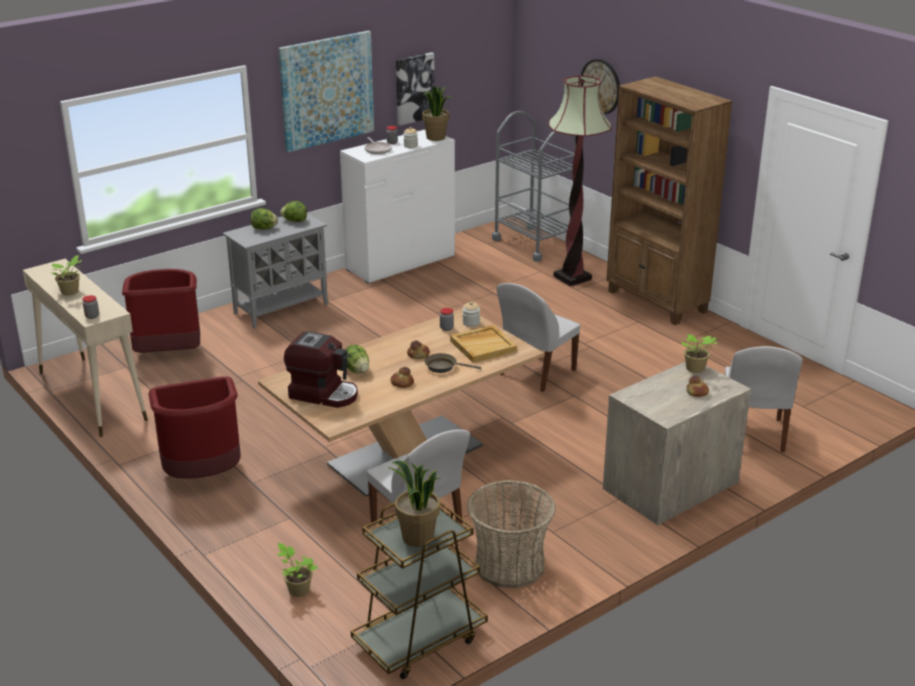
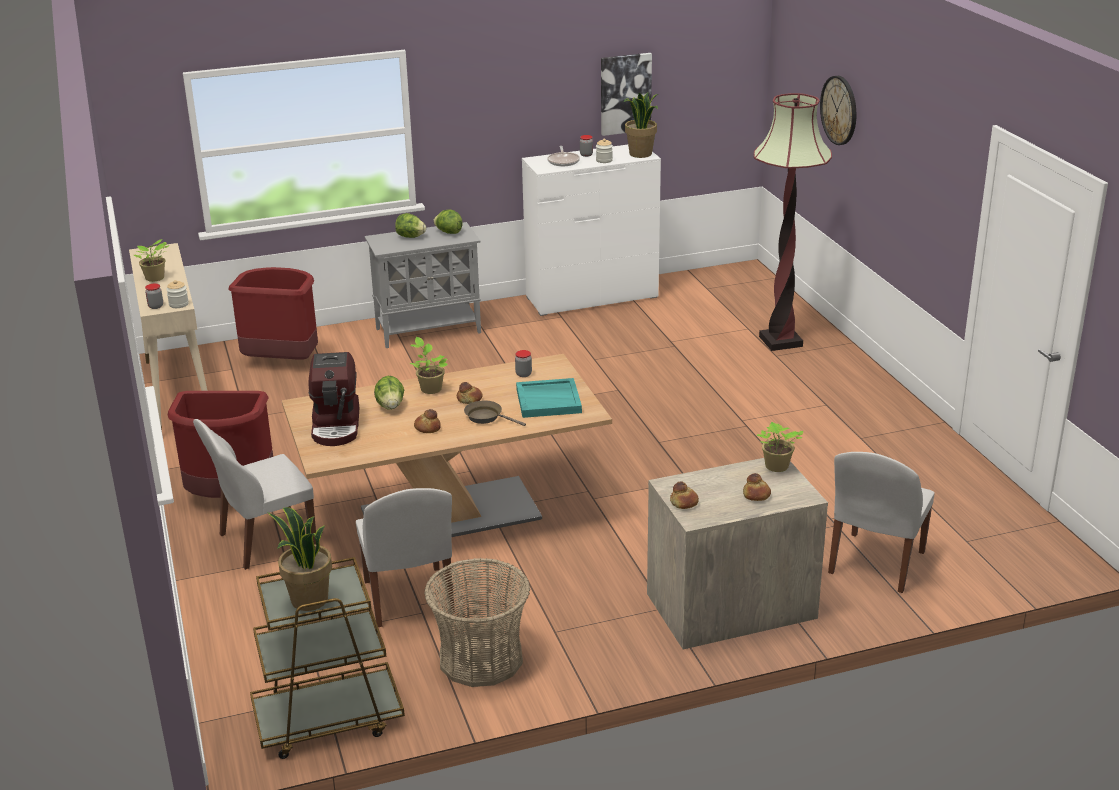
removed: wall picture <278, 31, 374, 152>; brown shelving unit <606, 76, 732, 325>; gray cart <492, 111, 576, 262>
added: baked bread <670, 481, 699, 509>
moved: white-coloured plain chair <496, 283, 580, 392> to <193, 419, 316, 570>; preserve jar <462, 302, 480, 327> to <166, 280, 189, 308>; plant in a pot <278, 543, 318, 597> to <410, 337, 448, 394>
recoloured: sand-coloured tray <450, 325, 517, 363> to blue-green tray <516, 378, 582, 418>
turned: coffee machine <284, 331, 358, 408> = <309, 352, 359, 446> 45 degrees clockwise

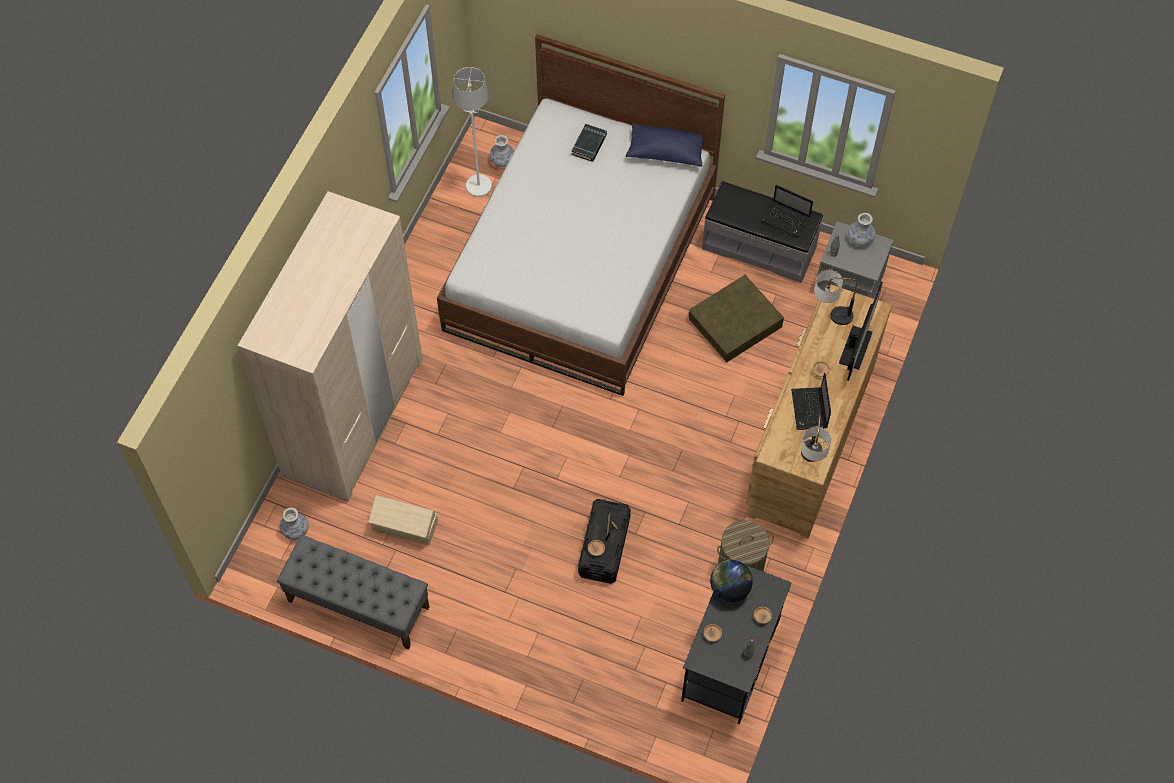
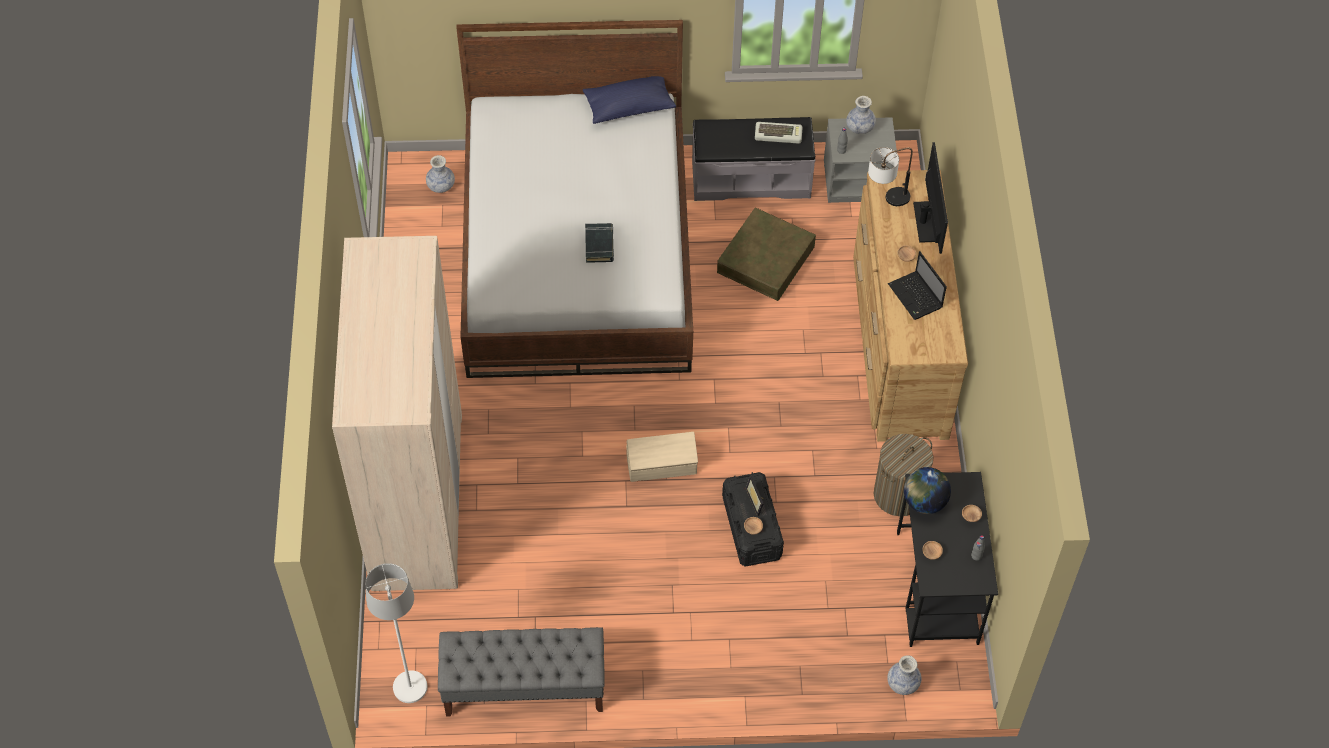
removed: lamp for a table <801, 413, 831, 462>
moved: white-coloured floor lamp <453, 67, 492, 197> to <365, 563, 427, 703>; black-coloured book <572, 124, 607, 162> to <585, 223, 614, 263>; sand-coloured storage bin <369, 495, 438, 545> to <626, 432, 698, 482>; flower vase <280, 507, 309, 540> to <887, 655, 921, 695>
replaced: portable computer <761, 185, 813, 237> to computer keyboard <755, 122, 803, 144>

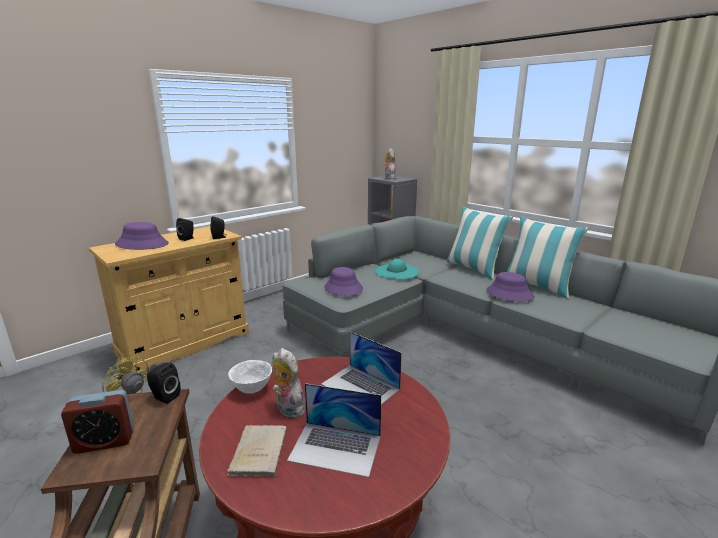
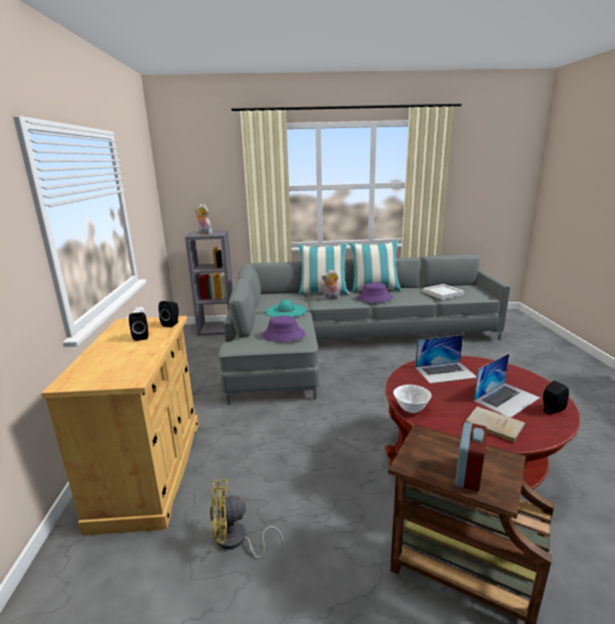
removed: purple-coloured clothing hat <115, 222, 169, 250>
added: white-coloured tray <422, 284, 464, 300>
moved: cuddly toy <273, 348, 305, 418> to <322, 269, 340, 300>; black-coloured loudspeaker <147, 363, 181, 404> to <543, 381, 569, 414>

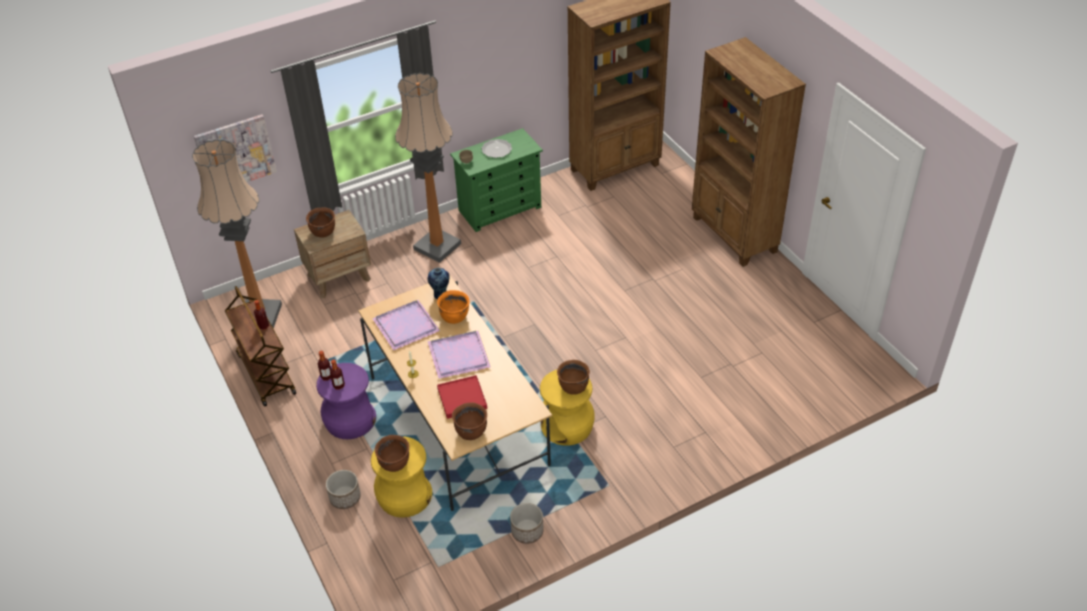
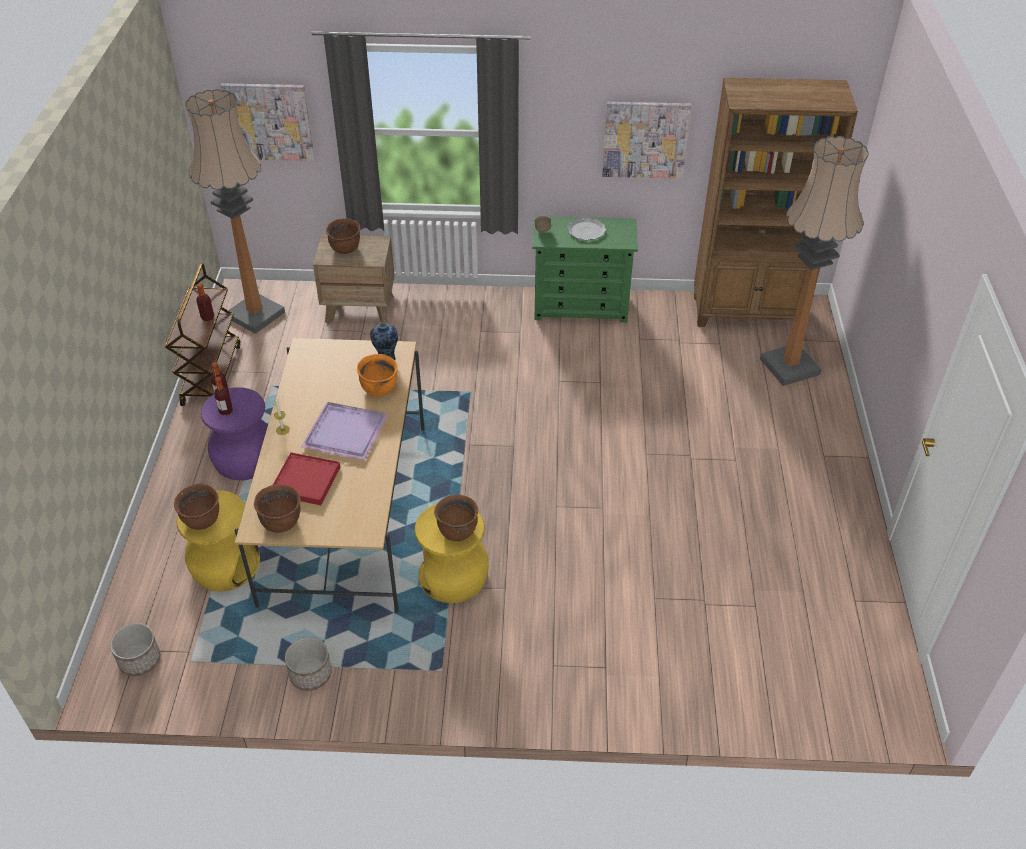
removed: brown shelving unit <692, 37, 806, 267>; purple-coloured tray <372, 300, 441, 350>
added: wall picture <602, 102, 691, 179>
moved: floor lamp <395, 73, 461, 263> to <760, 136, 869, 386>; flower pot <326, 470, 361, 509> to <110, 623, 161, 676>

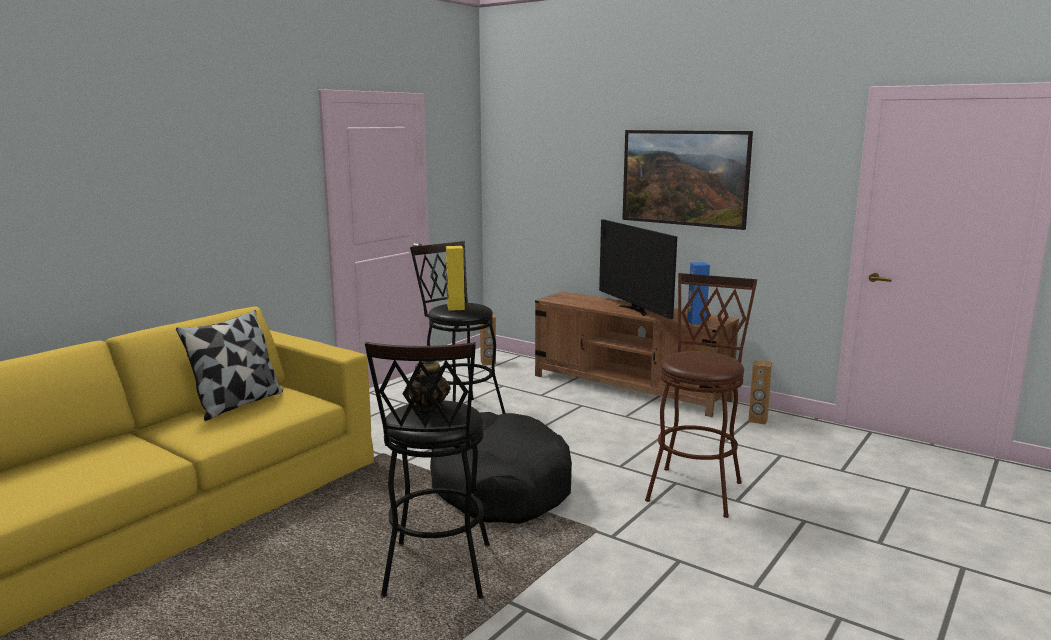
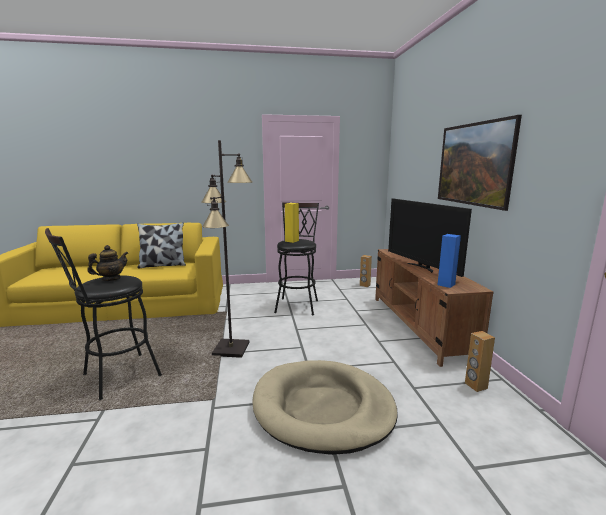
replaced: brown stool seat <645, 273, 757, 518> to sand-coloured dog cushion <252, 360, 398, 455>; black-coloured dog cushion <430, 412, 572, 523> to black-coloured floor lamp <201, 140, 252, 358>
turned: TV <599, 219, 677, 319> = <388, 198, 472, 277> 45 degrees counterclockwise

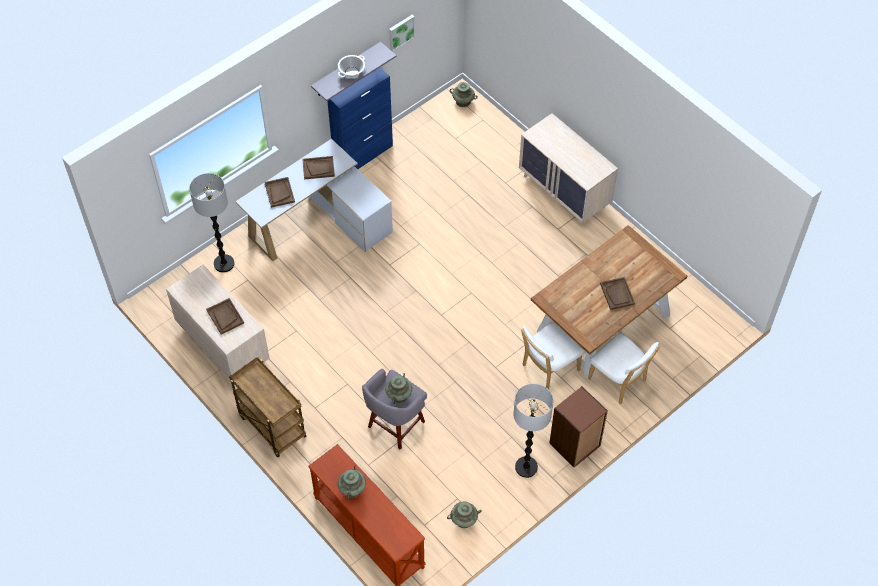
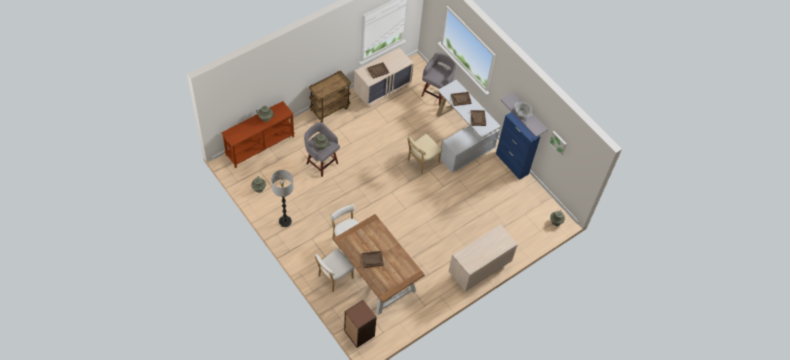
added: sand-coloured plain chair <407, 134, 442, 174>
moved: brown shelving unit <549, 386, 608, 468> to <344, 300, 377, 348>
replaced: floor lamp <189, 173, 234, 273> to gray stool seat <422, 53, 456, 105>

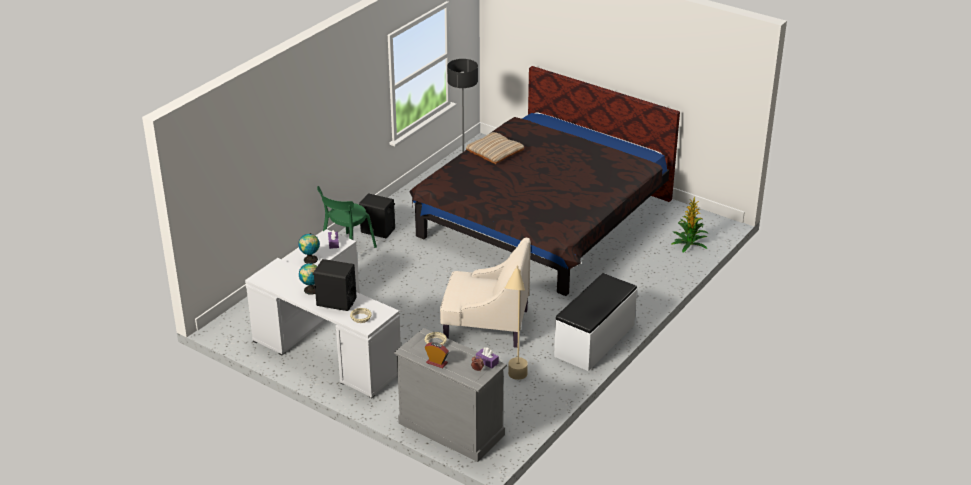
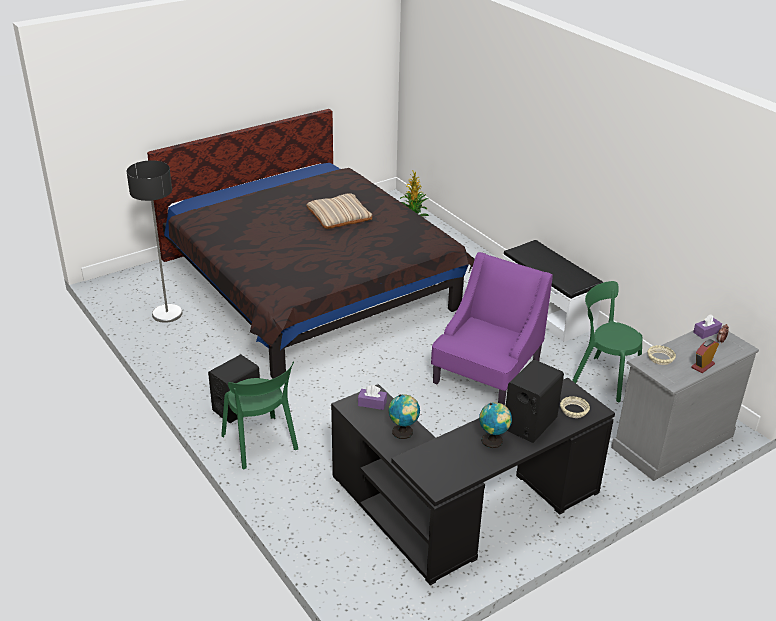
moved: sand-coloured throw pillow <466, 132, 524, 164> to <306, 193, 373, 229>
replaced: sand-coloured floor lamp <505, 266, 528, 380> to green plain chair <572, 281, 642, 402>
recoloured: white-coloured desk <245, 229, 401, 399> to black-coloured desk <331, 378, 615, 585>; sand-coloured lounge chair <440, 238, 531, 348> to purple-coloured lounge chair <431, 252, 553, 405>

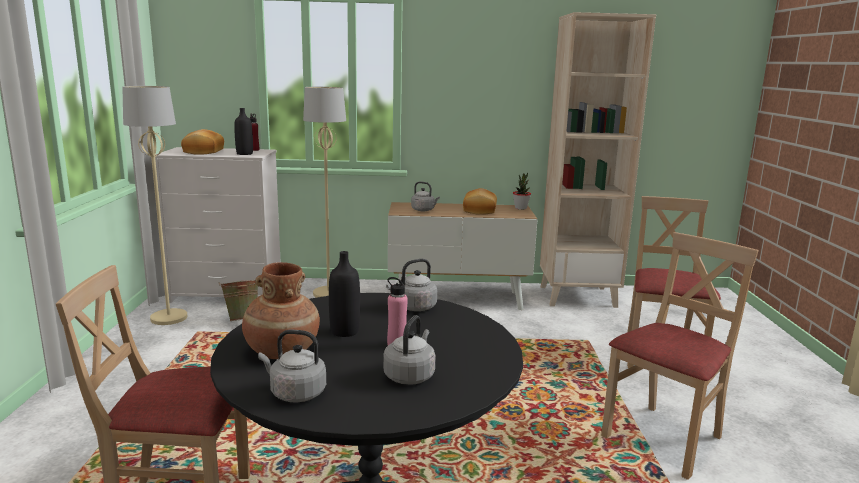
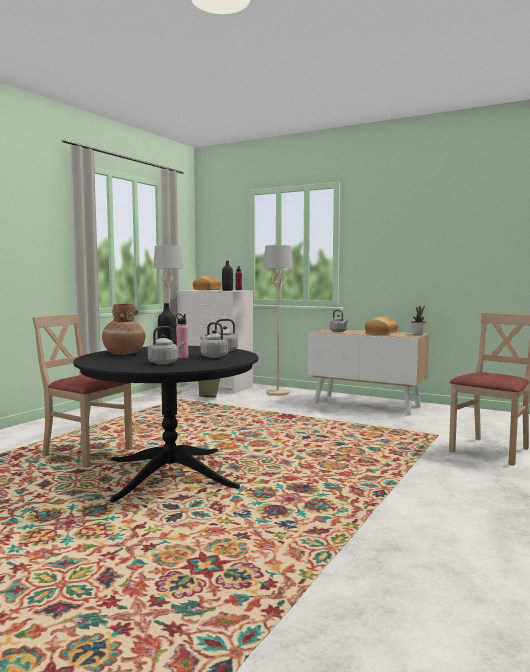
removed: sand-coloured shelving unit <540, 12, 656, 308>; sand-coloured plain chair <601, 232, 759, 480>
moved: gray tea kettle <258, 330, 326, 403> to <200, 322, 228, 358>

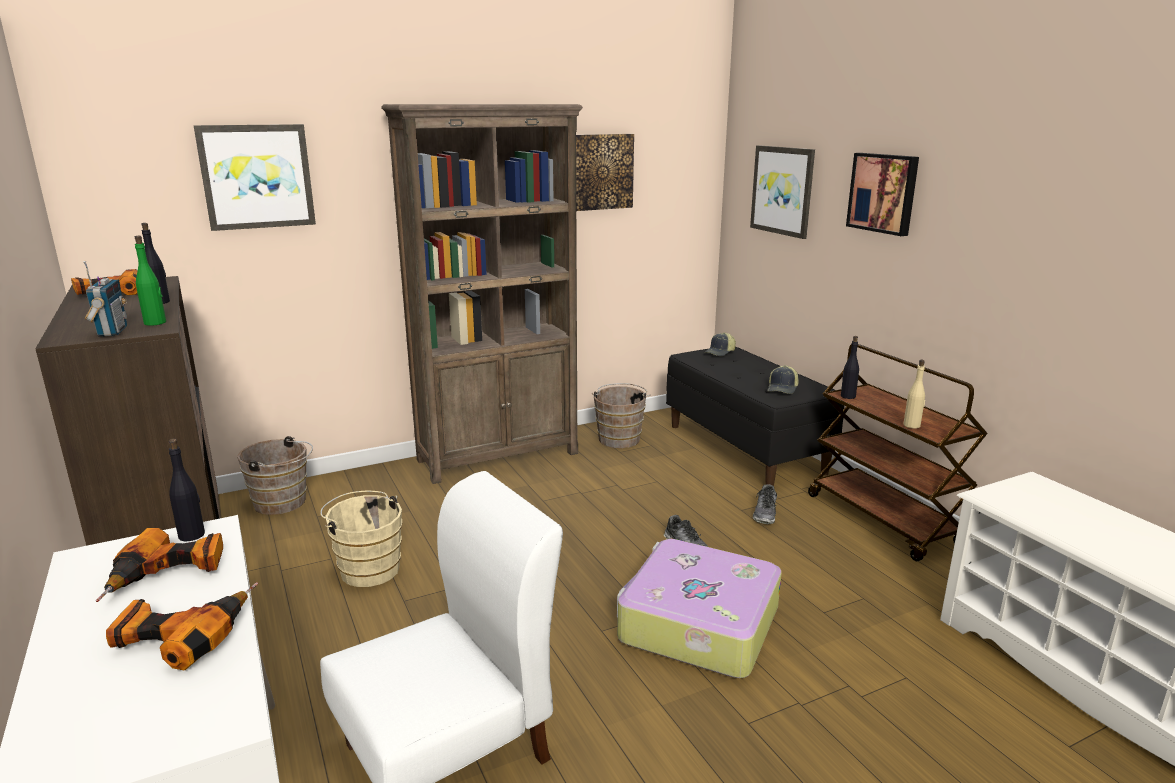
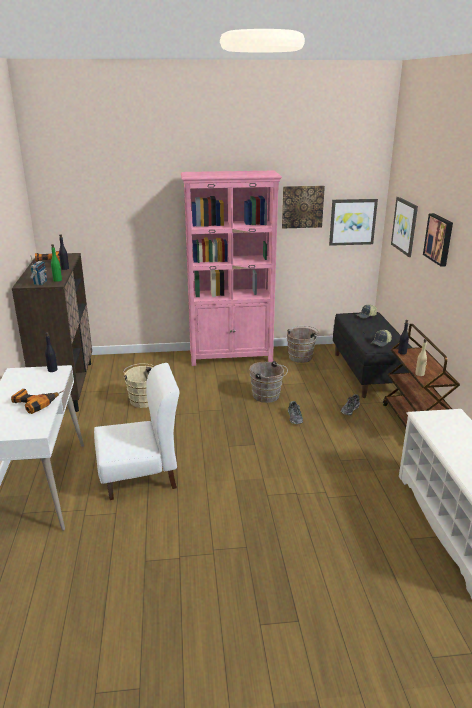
removed: drill <96, 528, 223, 602>; travel case <617, 539, 782, 678>
moved: wall picture <194, 124, 316, 231> to <329, 199, 378, 246>; brown pail <237, 436, 313, 515> to <249, 361, 288, 403>
recoloured: brown shelving unit <381, 104, 583, 484> to pink shelving unit <181, 171, 282, 366>

